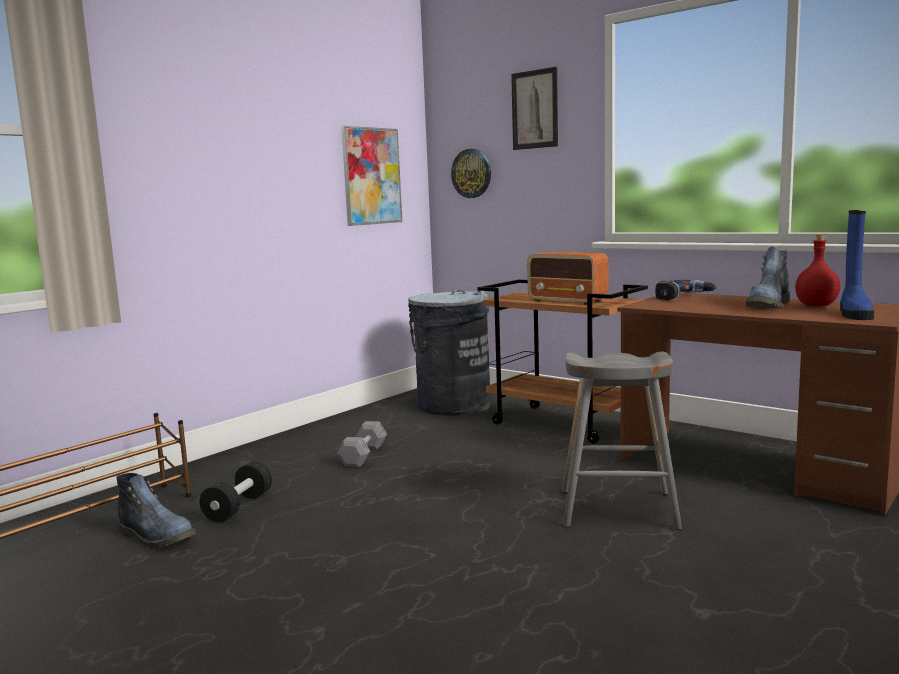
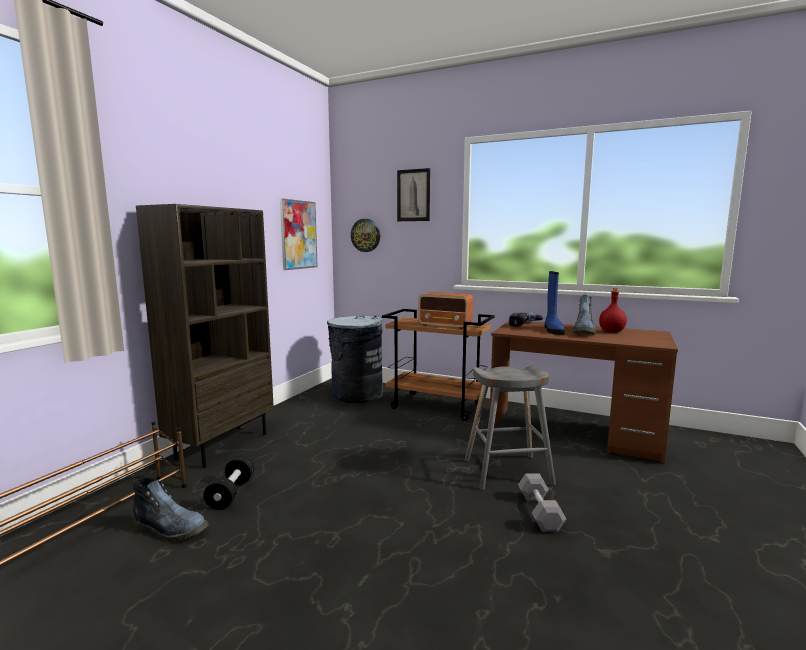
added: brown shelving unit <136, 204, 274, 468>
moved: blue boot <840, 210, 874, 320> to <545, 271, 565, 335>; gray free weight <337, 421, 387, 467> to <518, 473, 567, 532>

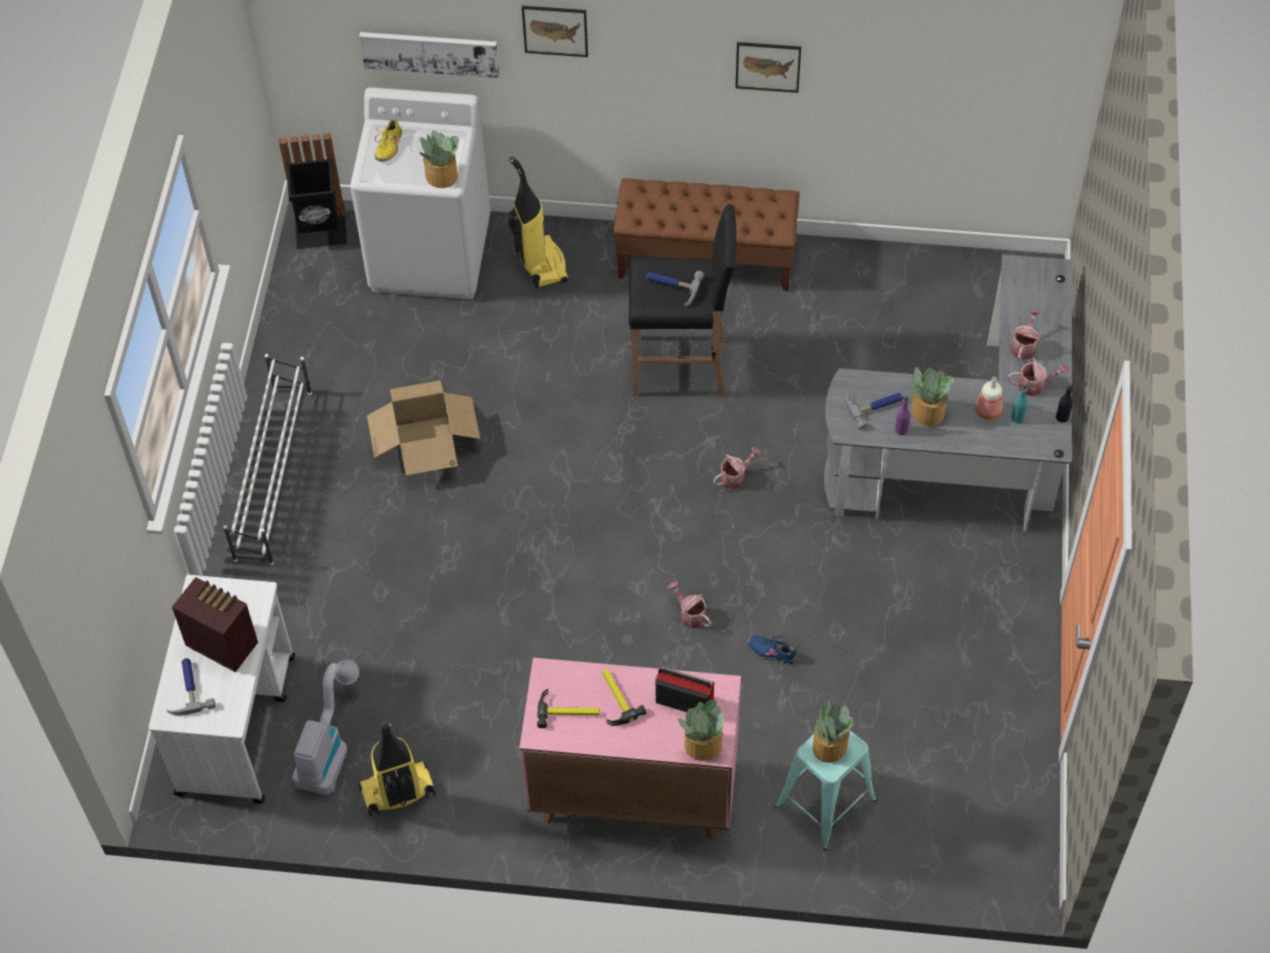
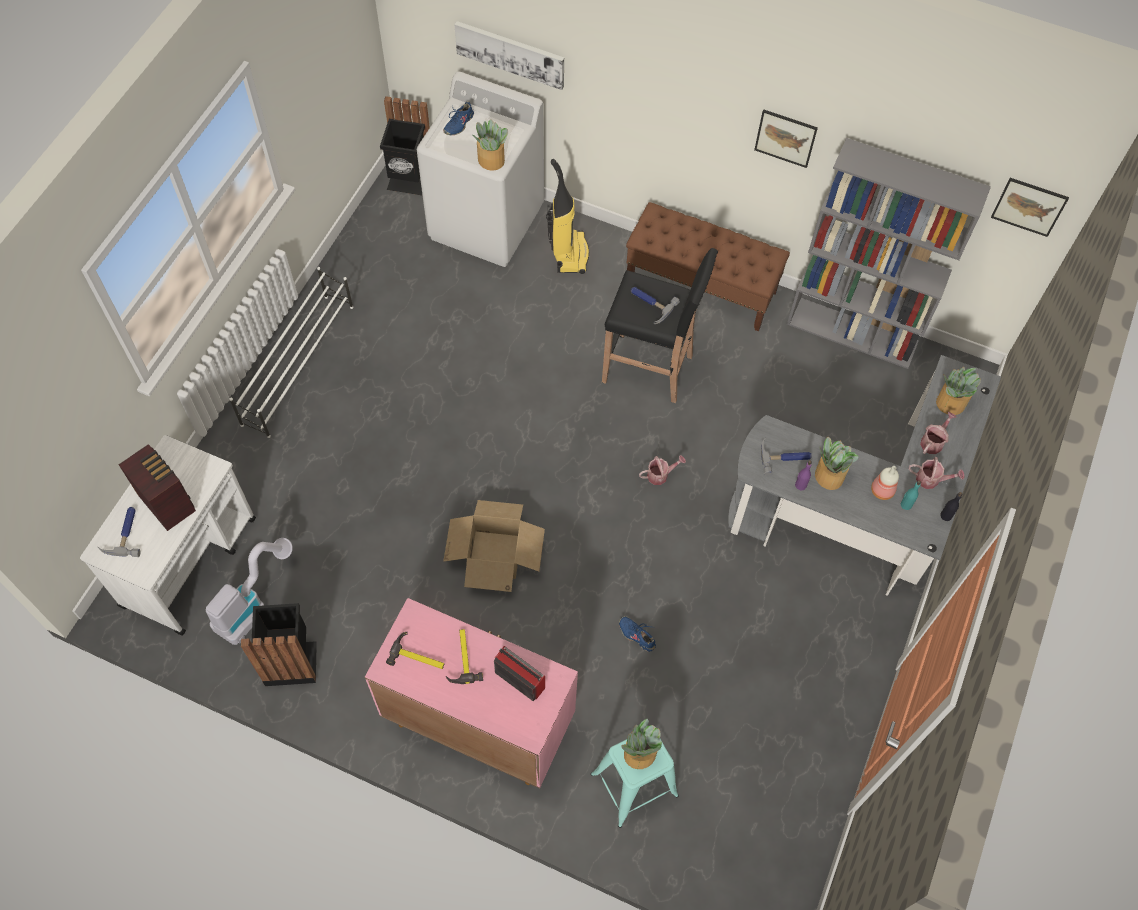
removed: sprinkling can <668, 581, 711, 628>
added: gray shelving unit <787, 138, 991, 369>
moved: wall picture <522, 6, 588, 57> to <991, 178, 1069, 237>; carton <367, 380, 481, 475> to <443, 500, 545, 592>; plant in a pot <678, 699, 724, 761> to <936, 367, 981, 415>
replaced: hoover <358, 721, 436, 817> to black-coloured rubbish bin <241, 603, 317, 686>
recoloured: yellow low shoe <375, 118, 403, 162> to blue low shoe <443, 101, 474, 135>

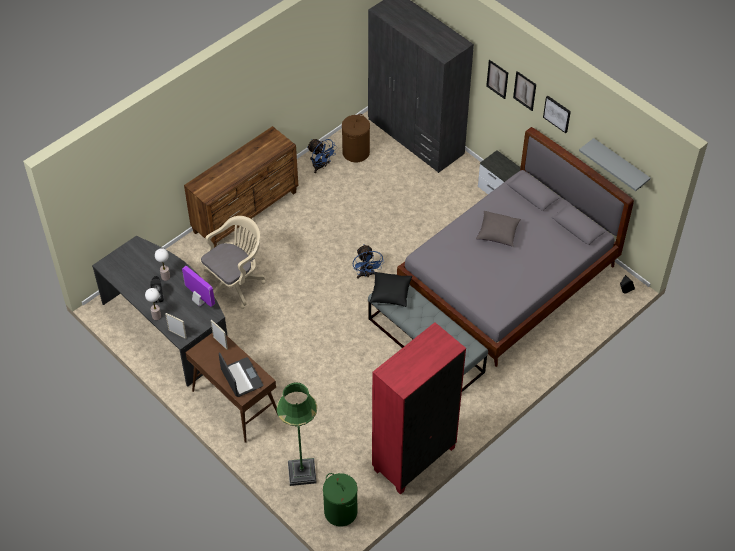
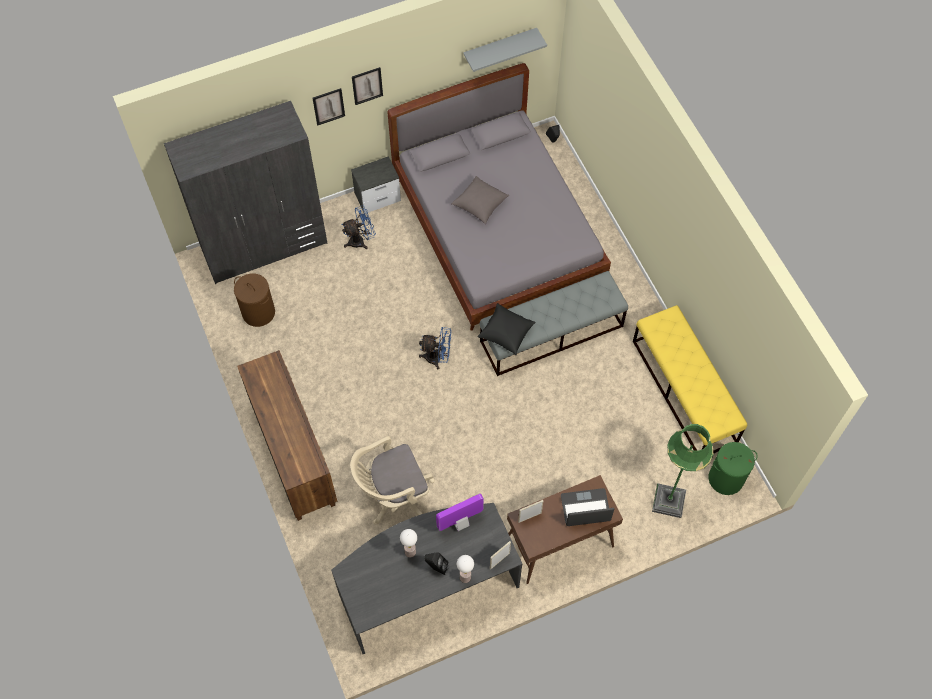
removed: wall picture <543, 96, 571, 133>
moved: blue fan <307, 139, 337, 173> to <342, 206, 376, 249>
replaced: reddish shelving unit <372, 322, 466, 495> to yellow indoor bench <633, 305, 747, 454>
turned: sand-coloured office chair <200, 216, 265, 309> = <351, 436, 435, 524> 90 degrees counterclockwise

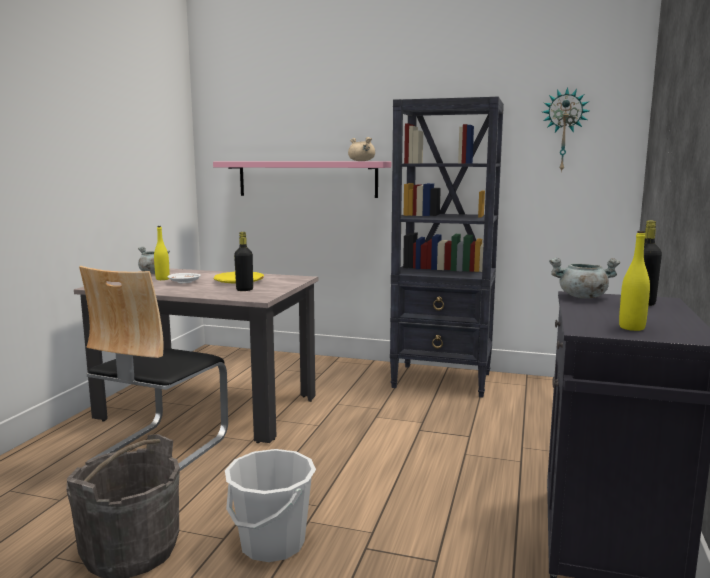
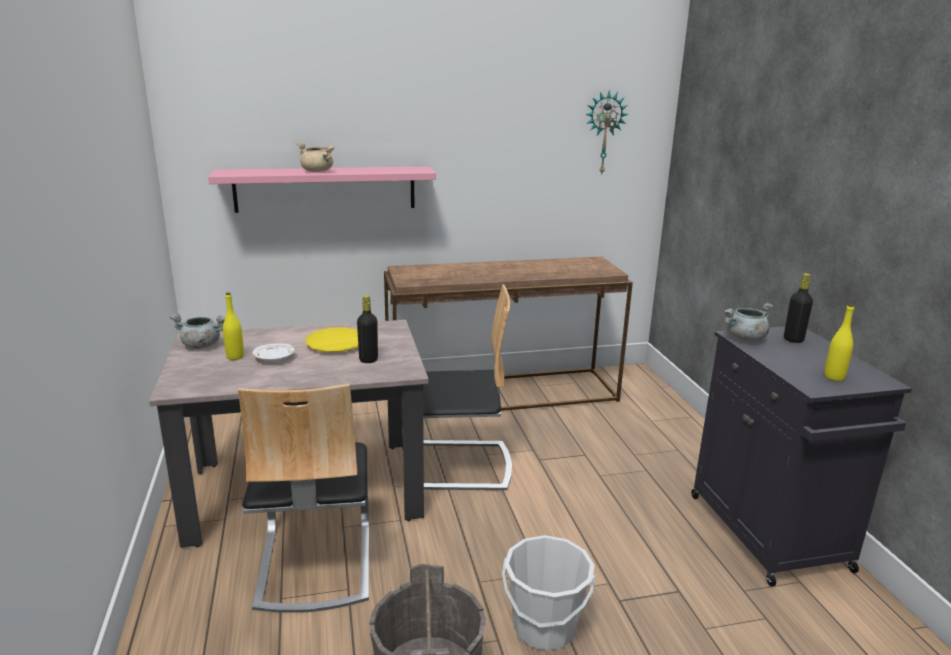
added: plain chair <402, 285, 512, 490>
moved: sand-coloured saucepot <348, 137, 375, 161> to <297, 142, 334, 172>
replaced: black-coloured shelving unit <390, 97, 504, 398> to brown hall table <384, 257, 633, 411>

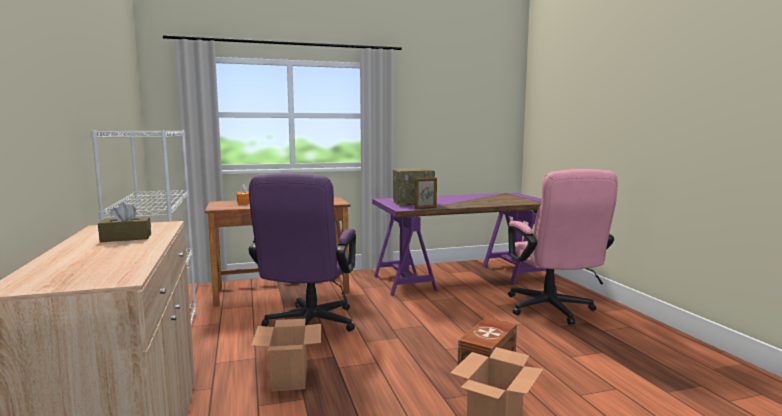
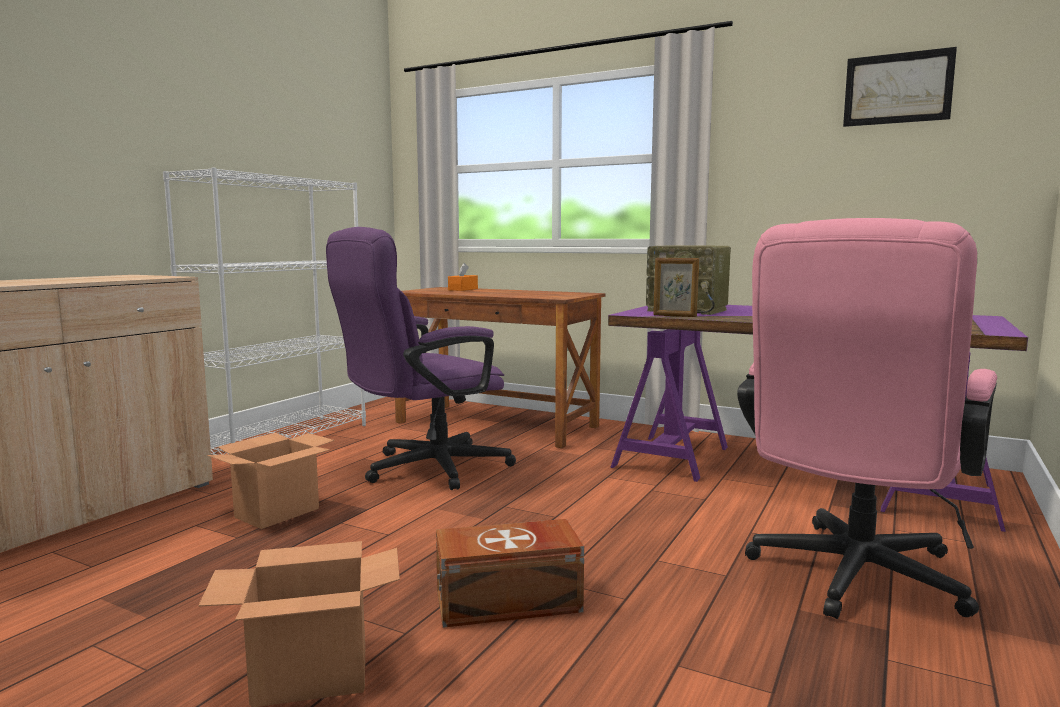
removed: brown box of tissues <98, 202, 151, 242>
added: wall picture <843, 47, 957, 127>

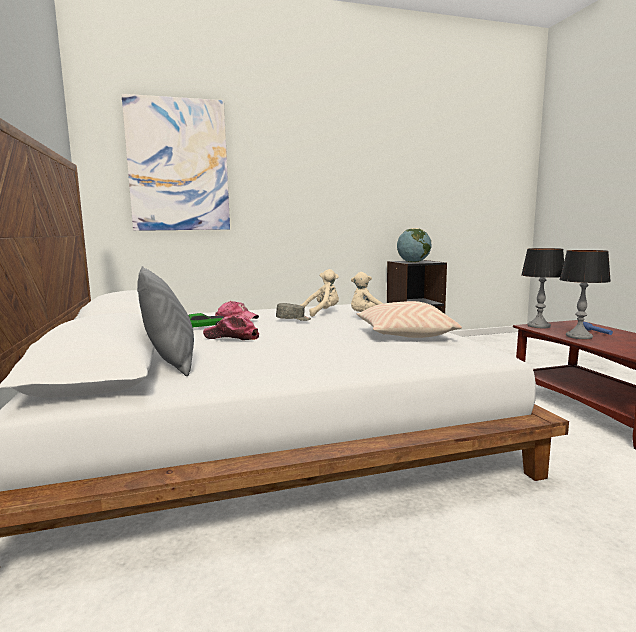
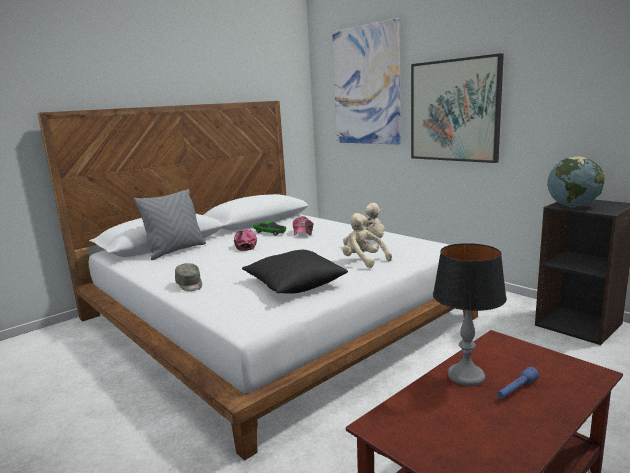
removed: lamp for a table <521, 248, 564, 328>
added: wall picture <411, 53, 504, 163>
moved: gray peaked cap <276, 303, 311, 321> to <175, 263, 202, 291>
recoloured: sand-coloured throw pillow <357, 301, 462, 338> to black-coloured throw pillow <242, 250, 348, 294>

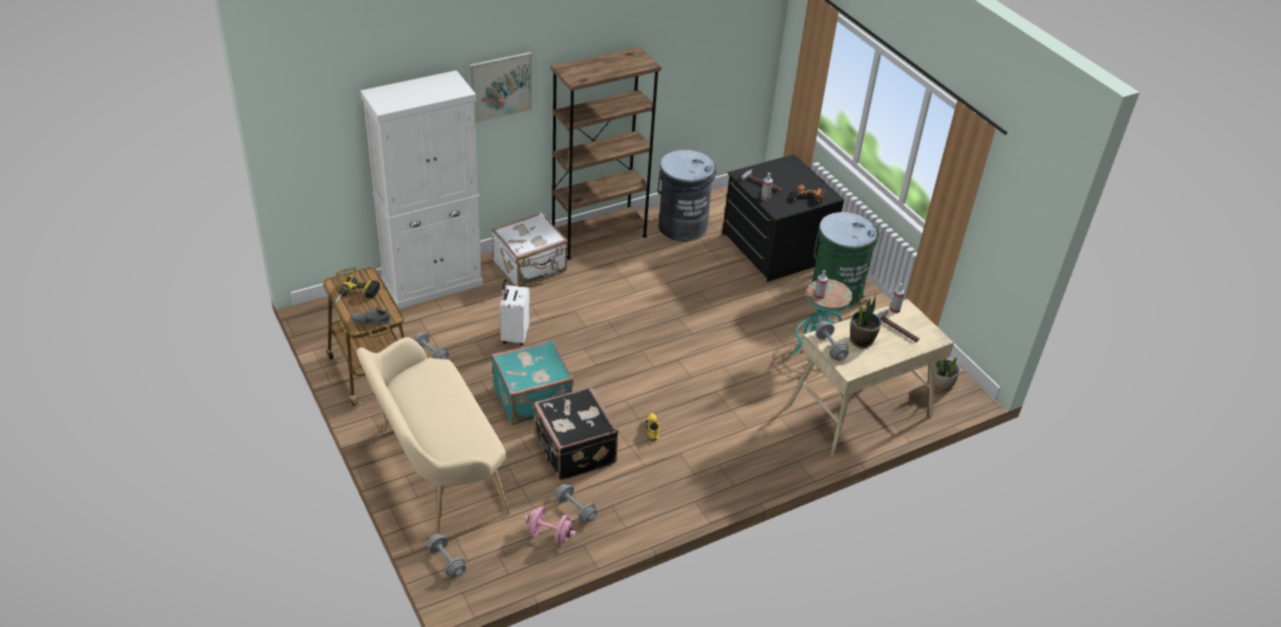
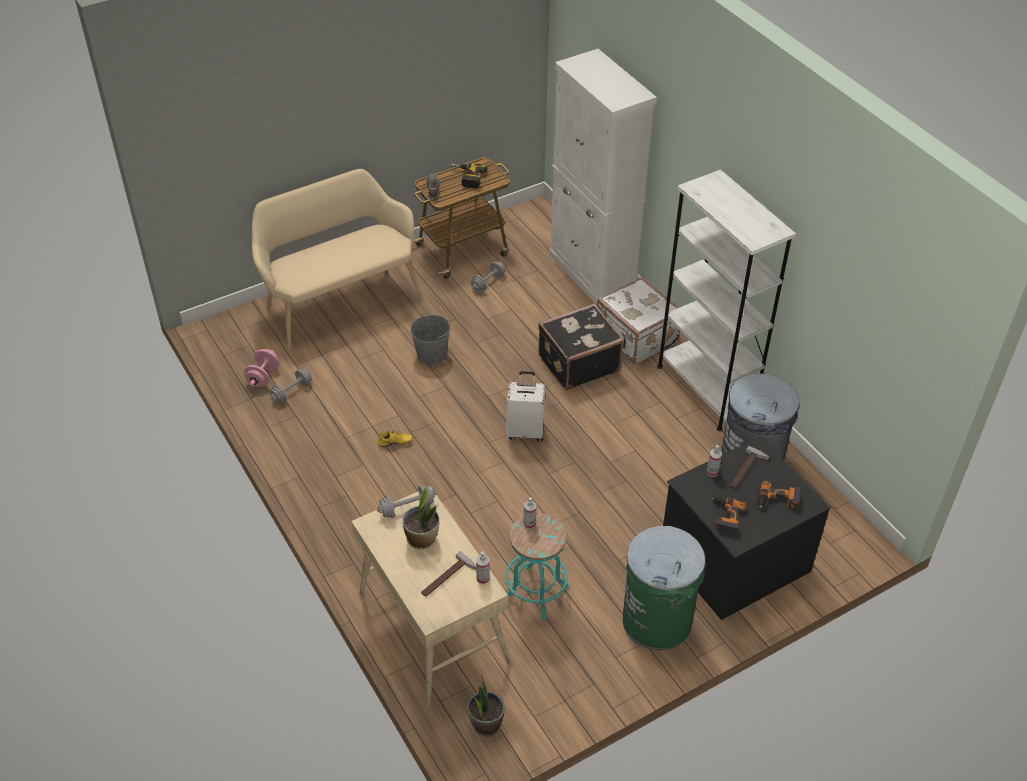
removed: wall picture <469, 52, 532, 123>; gray free weight <427, 534, 466, 578>
added: drill <758, 480, 801, 510>
moved: white-coloured travel case <500, 279, 530, 346> to <507, 371, 545, 442>; black-coloured travel case <533, 387, 618, 480> to <538, 303, 624, 390>
replaced: blue-green travel case <492, 340, 574, 425> to gray pail <410, 314, 450, 365>
recoloured: brown shelving unit <551, 47, 661, 260> to white-coloured shelving unit <657, 169, 796, 431>

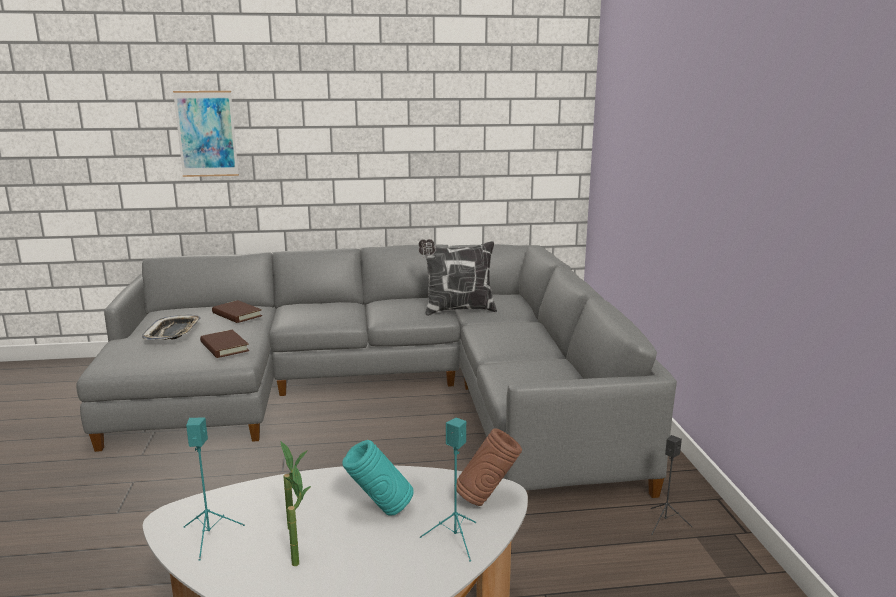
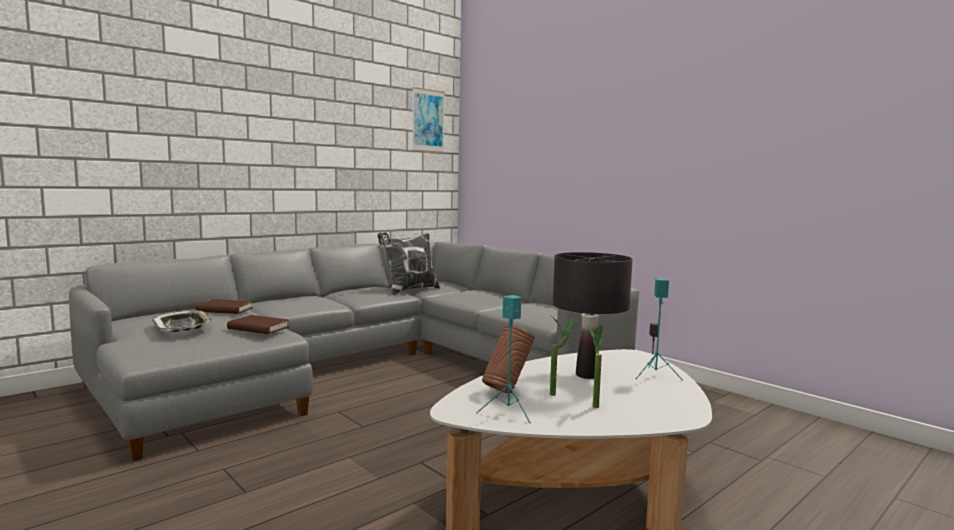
moved: wall picture <173, 91, 239, 177> to <412, 87, 445, 153>; brown flower vase <454, 428, 522, 506> to <482, 324, 535, 393>
replaced: blue-green flower vase <343, 440, 414, 515> to black-coloured lamp for a table <553, 252, 633, 379>

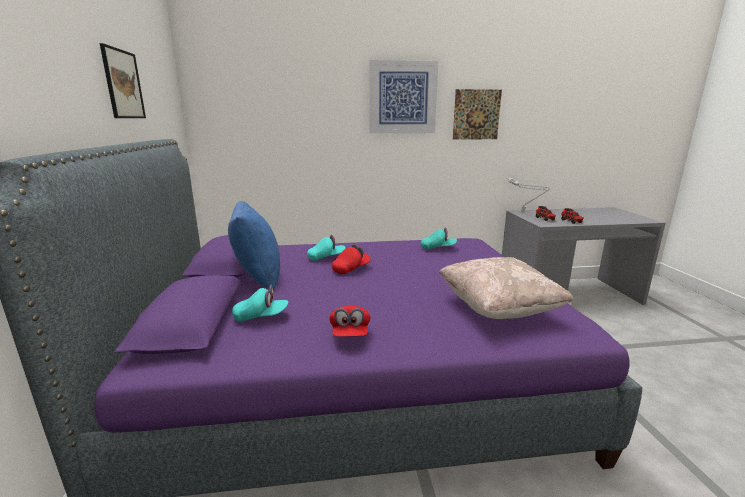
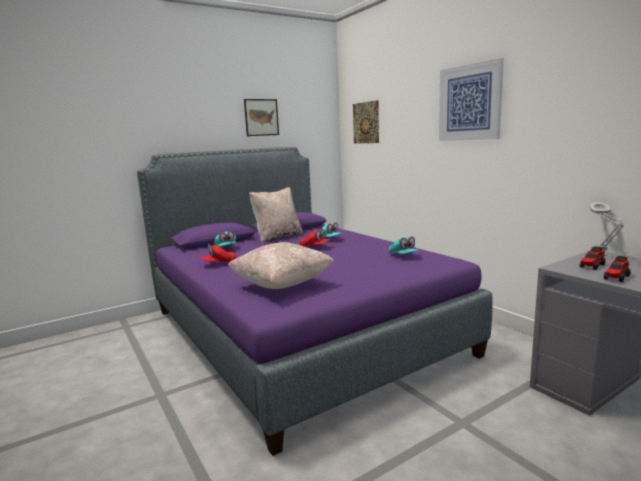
moved: wall picture <453, 89, 502, 140> to <353, 100, 379, 144>
recoloured: blue throw pillow <228, 201, 280, 289> to sand-coloured throw pillow <249, 187, 303, 243>

